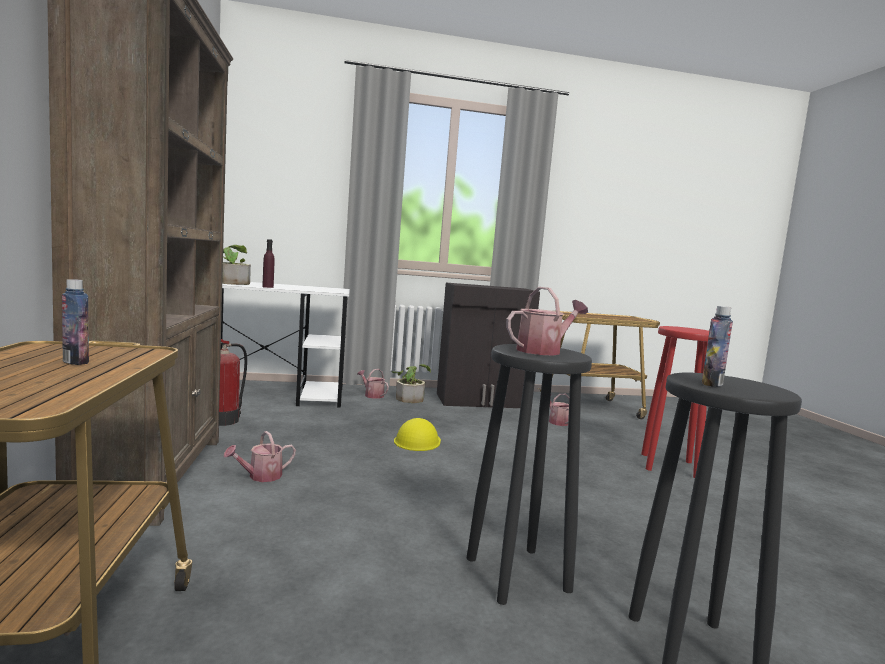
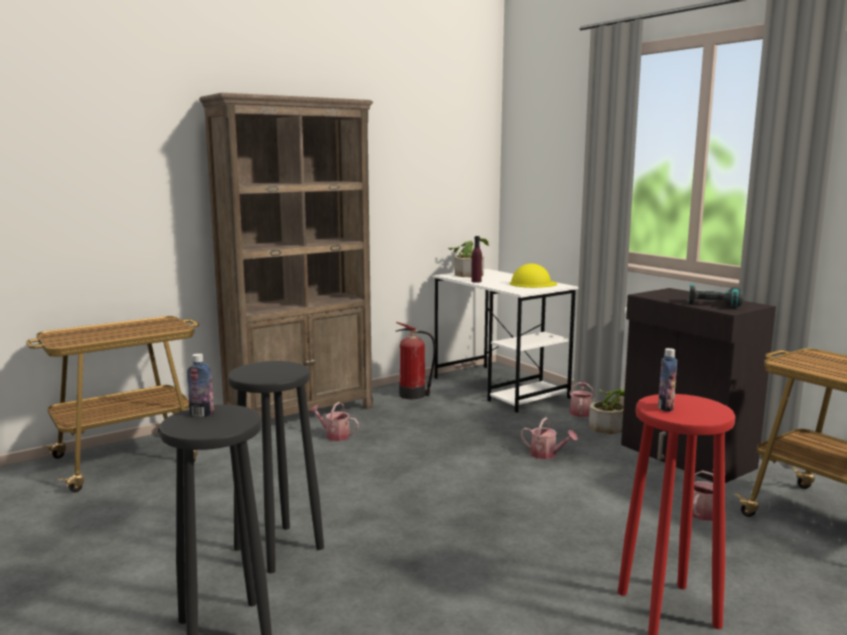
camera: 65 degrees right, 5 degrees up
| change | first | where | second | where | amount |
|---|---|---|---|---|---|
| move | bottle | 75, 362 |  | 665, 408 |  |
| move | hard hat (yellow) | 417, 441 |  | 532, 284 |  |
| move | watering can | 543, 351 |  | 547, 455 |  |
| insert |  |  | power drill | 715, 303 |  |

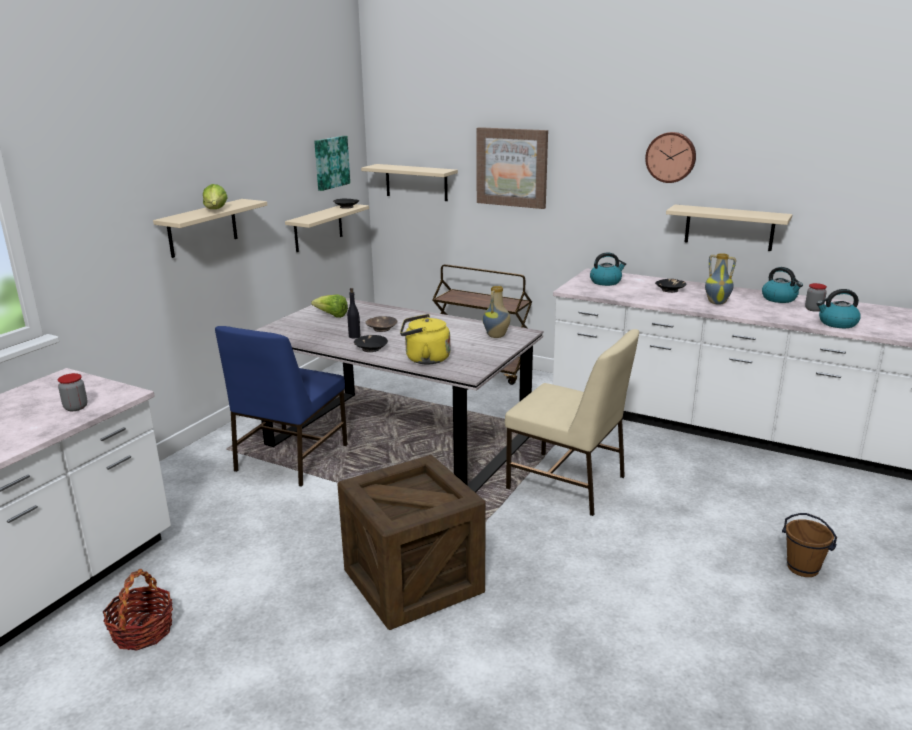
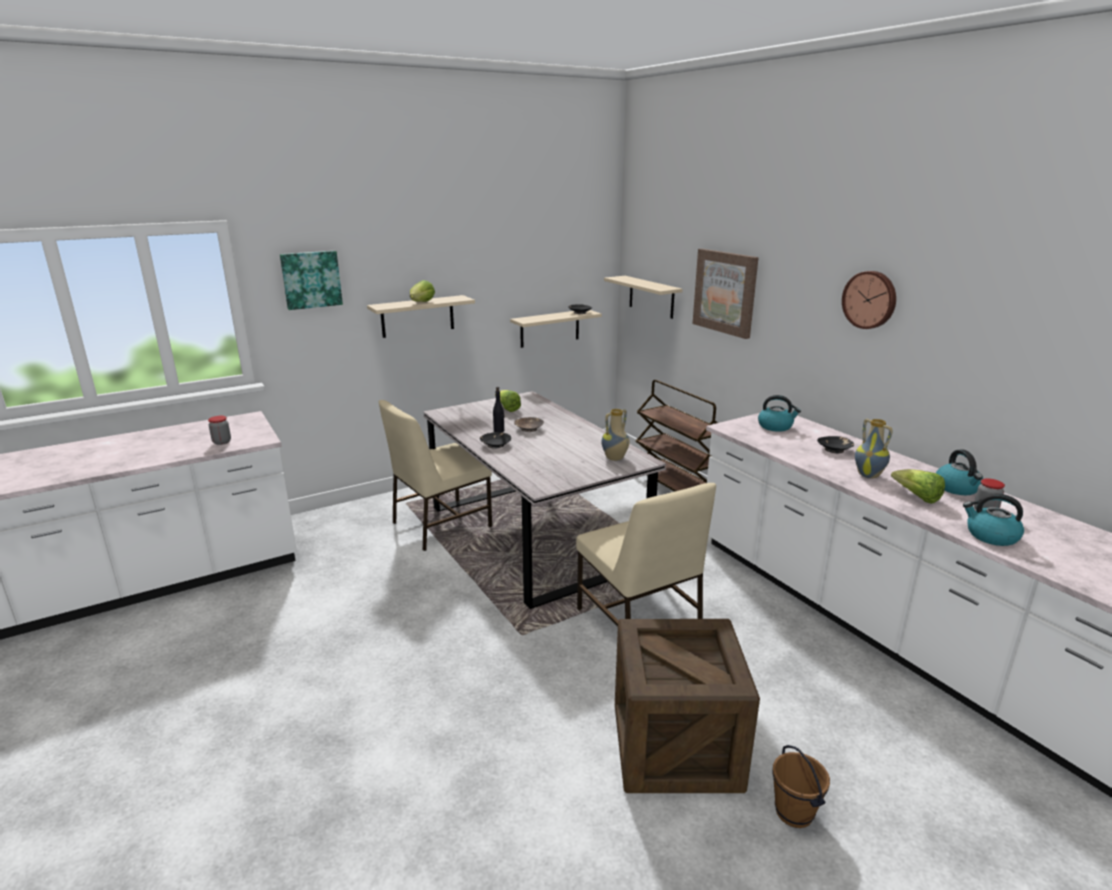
camera: 30 degrees right, 0 degrees up
| change | first | where | second | where | amount |
|---|---|---|---|---|---|
| delete | basket | 142, 631 |  |  |  |
| recolor | chair (blue) | 290, 459 | chair (beige) | 439, 525 |  |
| move | picture | 330, 162 |  | 311, 279 |  |
| move | crate | 413, 581 |  | 675, 746 |  |
| delete | kettle (yellow) | 424, 359 |  |  |  |
| delete | shelf (beige) | 729, 227 |  |  |  |
| insert |  |  | lettuce | 917, 497 |  |

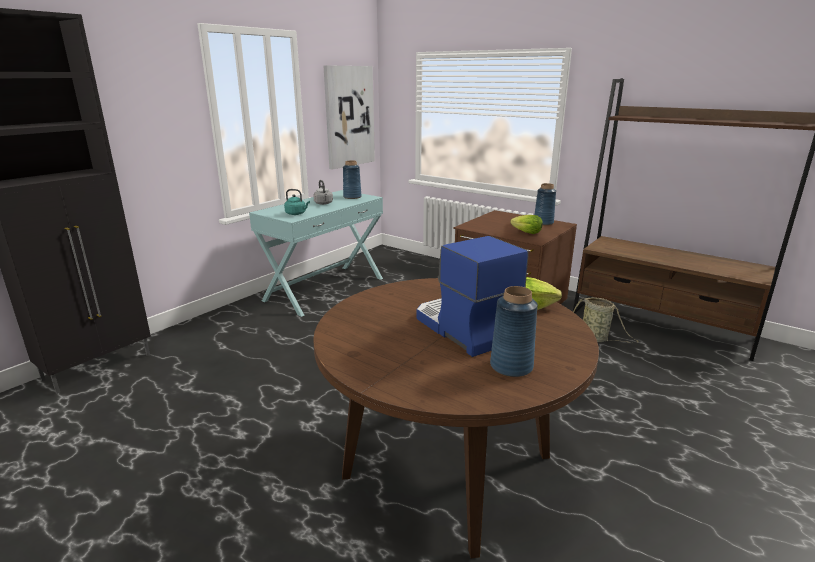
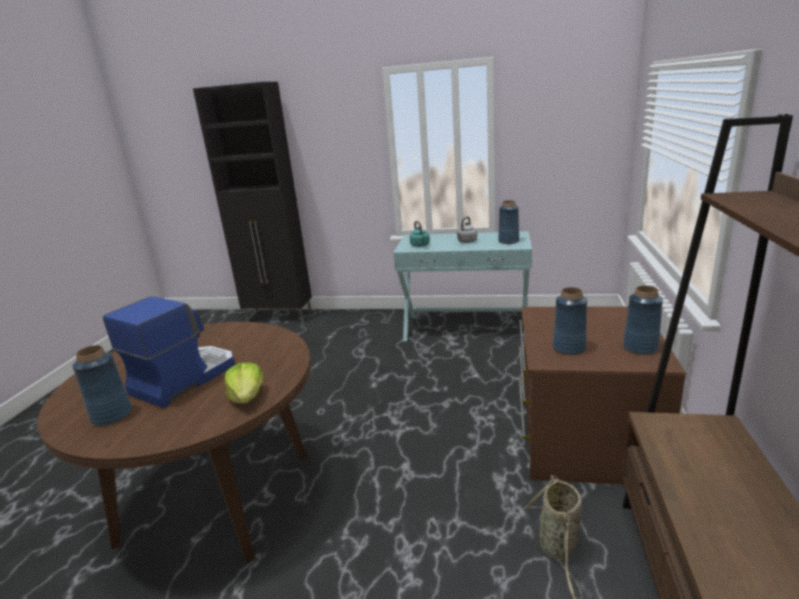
camera: 65 degrees right, 0 degrees up
| change | first | where | second | where | amount |
|---|---|---|---|---|---|
| delete | picture | 349, 117 |  |  |  |
| replace | lettuce | 527, 232 | vase (blue) | 568, 348 |  |

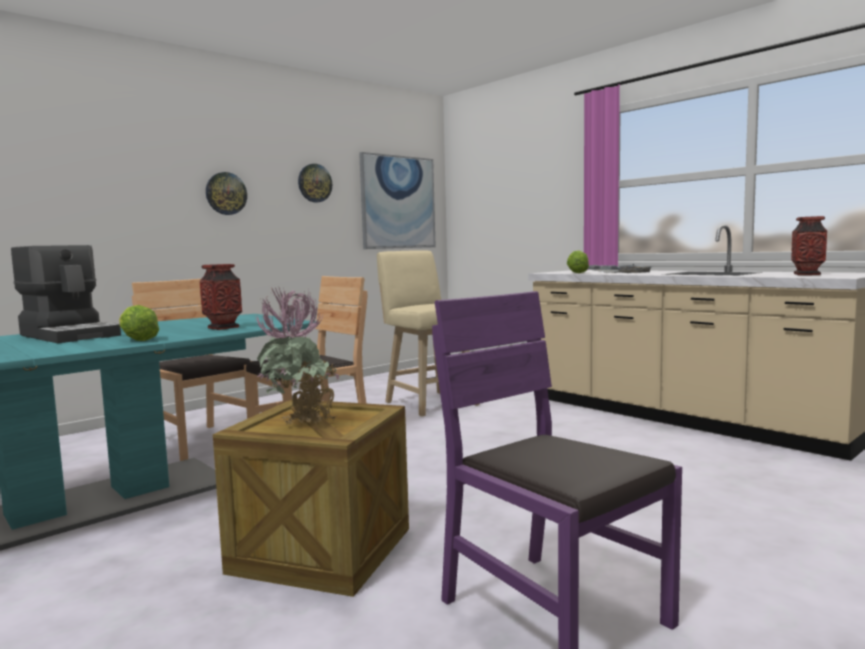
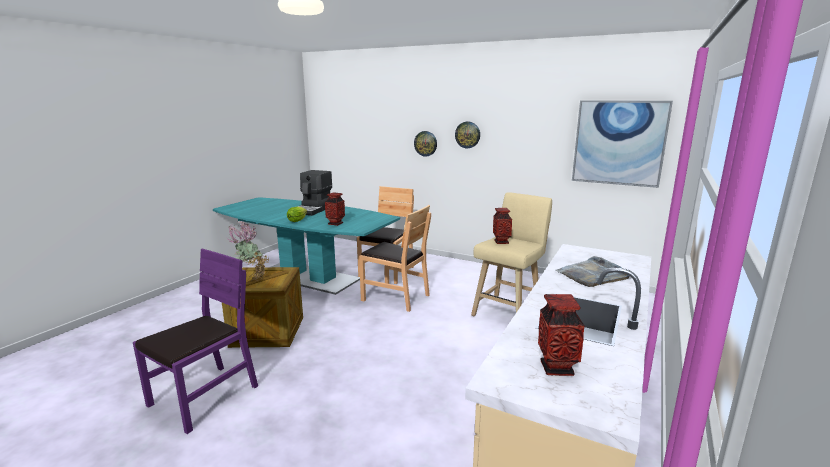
camera: 70 degrees right, 10 degrees up
| change | first | where | second | where | amount |
|---|---|---|---|---|---|
| move | wall clock | 314, 183 |  | 425, 143 |  |
| delete | lettuce | 577, 273 |  |  |  |
| insert |  |  | vase | 501, 242 |  |

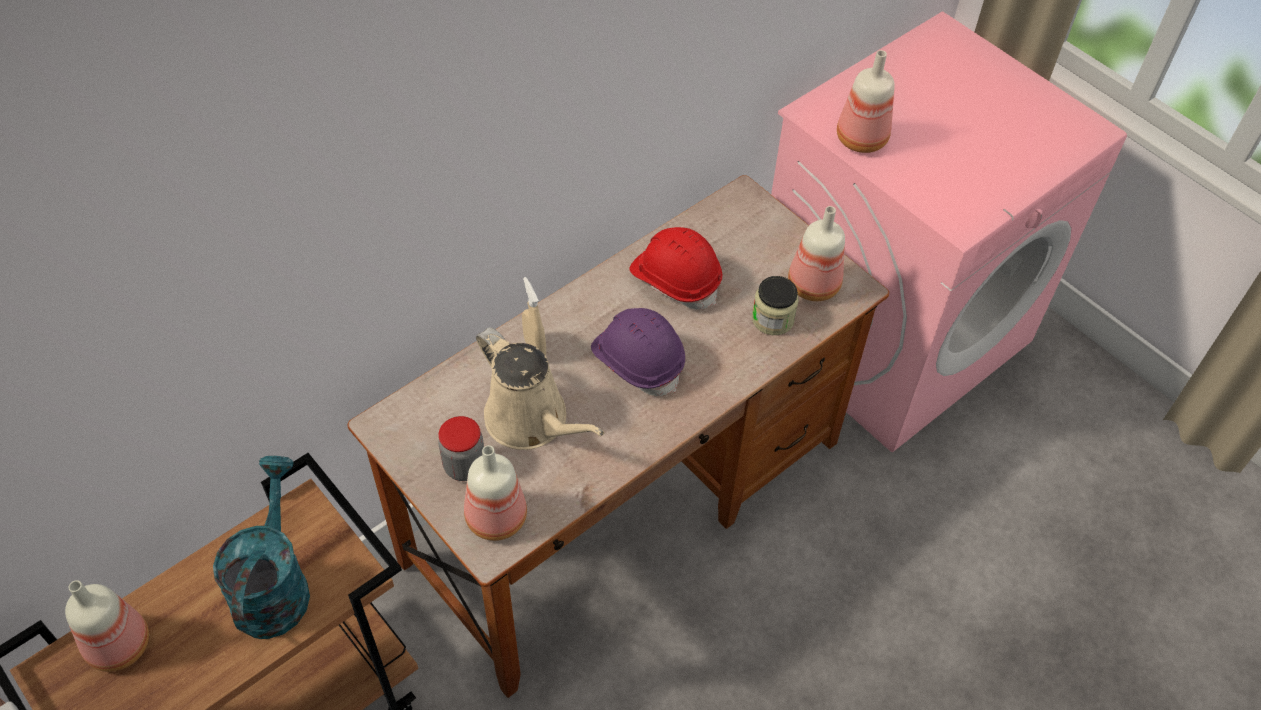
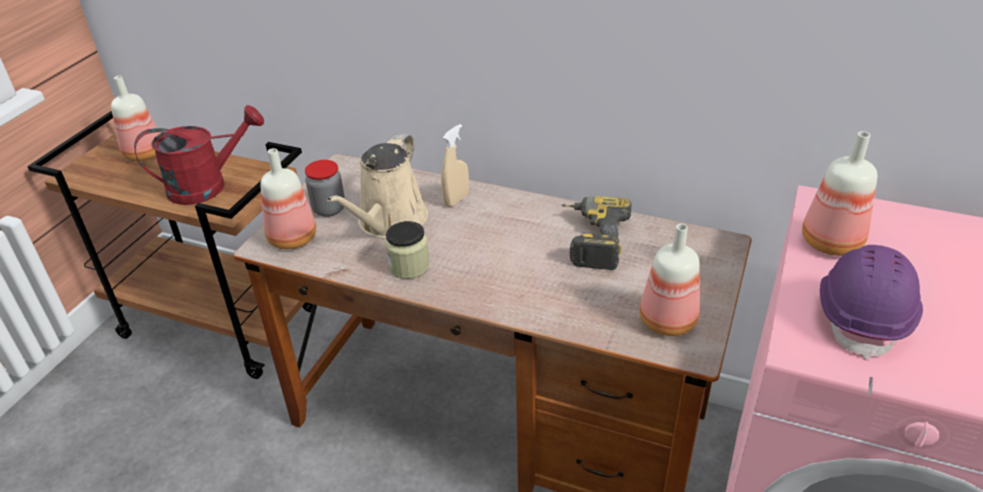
camera: 65 degrees right, 15 degrees down
| change | first | where | second | where | amount |
|---|---|---|---|---|---|
| recolor | watering can (turquoise) | 274, 584 | watering can (red) | 208, 185 |  |
| move | hard hat (purple) | 638, 361 |  | 863, 316 |  |
| replace | hard hat (red) | 675, 279 | power drill | 589, 240 |  |
| move | jar | 772, 319 |  | 409, 266 |  |

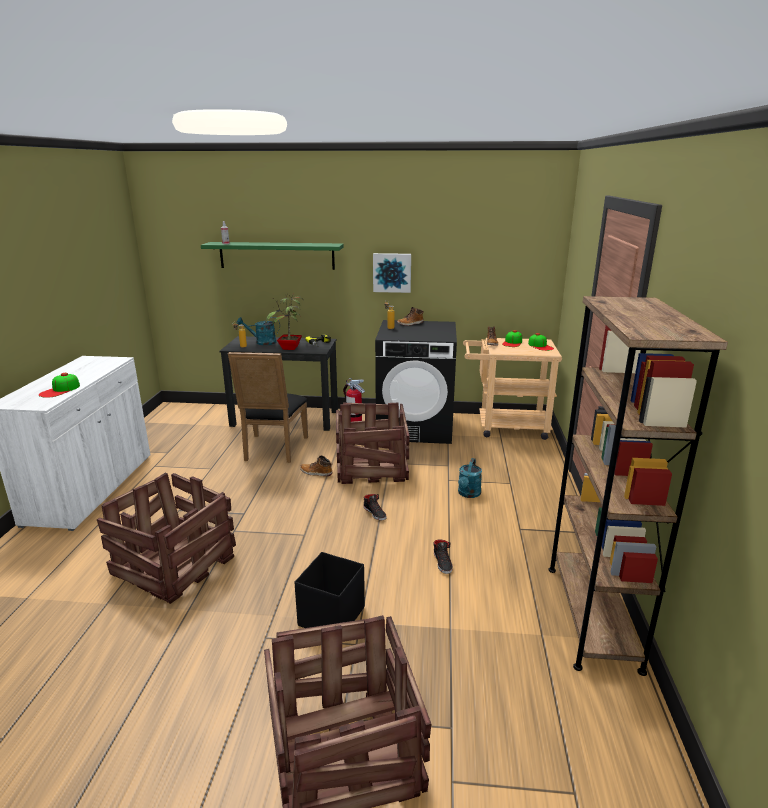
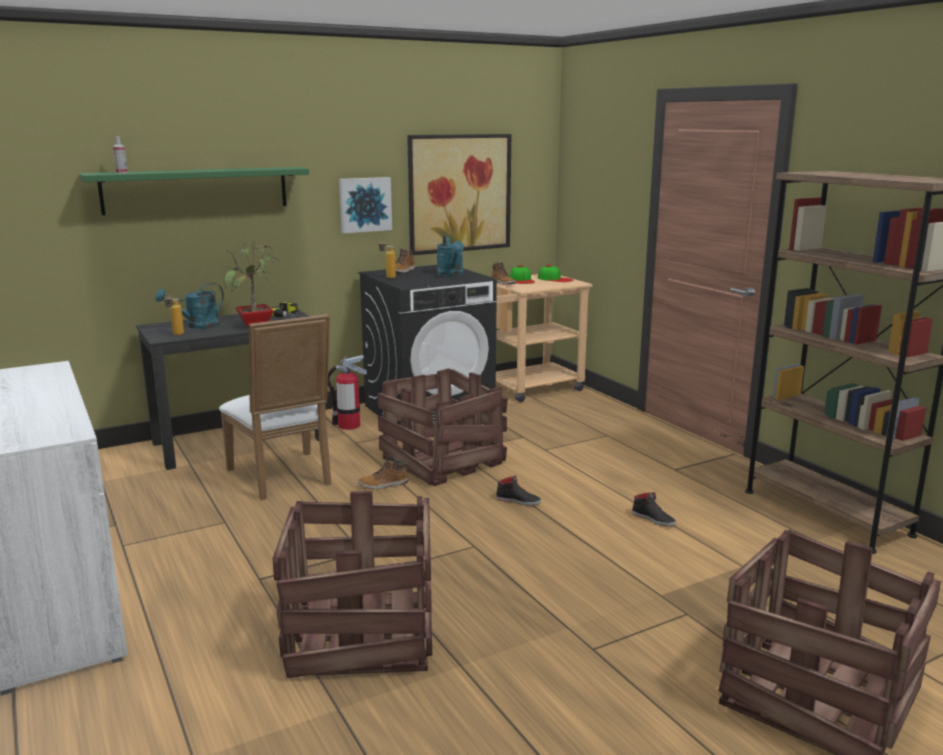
camera: 35 degrees left, 5 degrees down
| change | first | where | second | where | amount |
|---|---|---|---|---|---|
| delete | cap | 60, 390 |  |  |  |
| recolor | chair (black) | 273, 450 | chair (white) | 284, 478 |  |
| delete | storage box (black) | 331, 617 |  |  |  |
| move | watering can (turquoise) | 468, 494 |  | 451, 274 |  |
| insert |  |  | picture | 459, 193 |  |

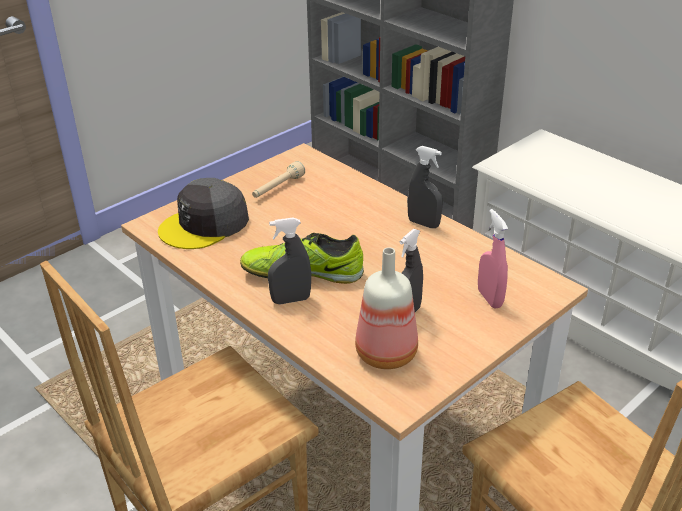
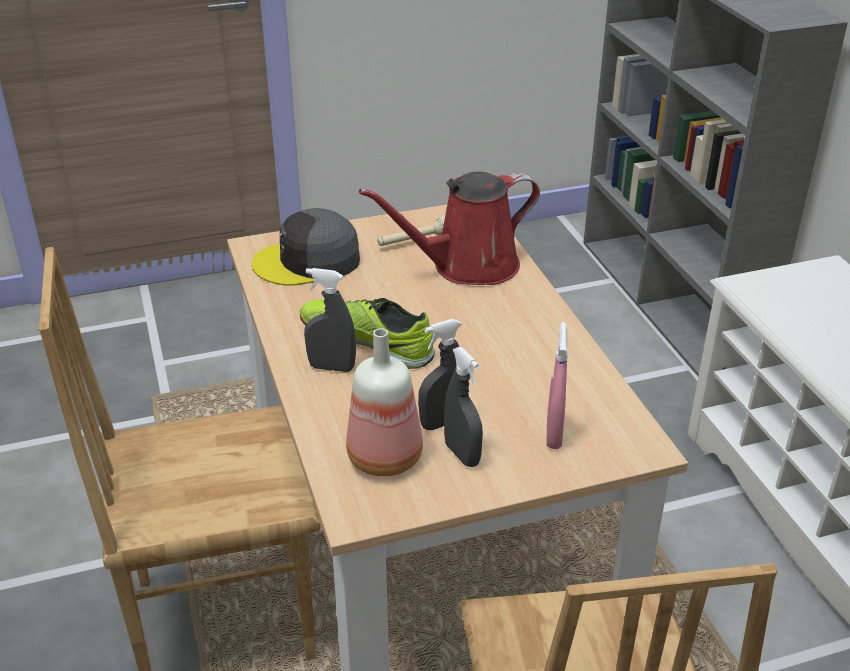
camera: 25 degrees right, 0 degrees up
| change | first | where | second | where | amount |
|---|---|---|---|---|---|
| move | spray bottle (grey) | 423, 223 |  | 462, 454 |  |
| insert |  |  | watering can (red) | 467, 266 |  |

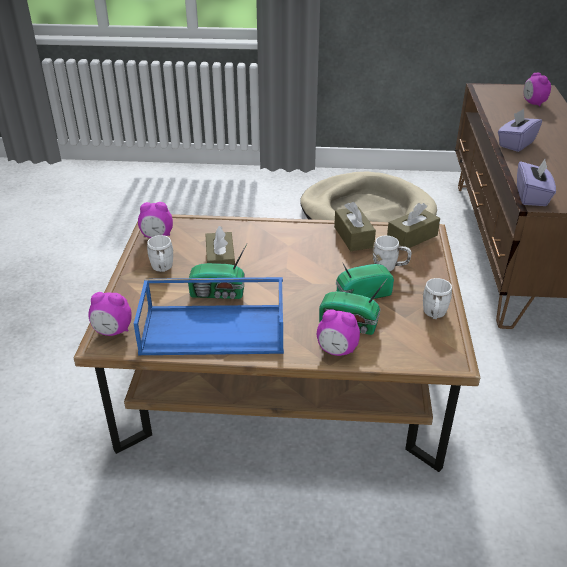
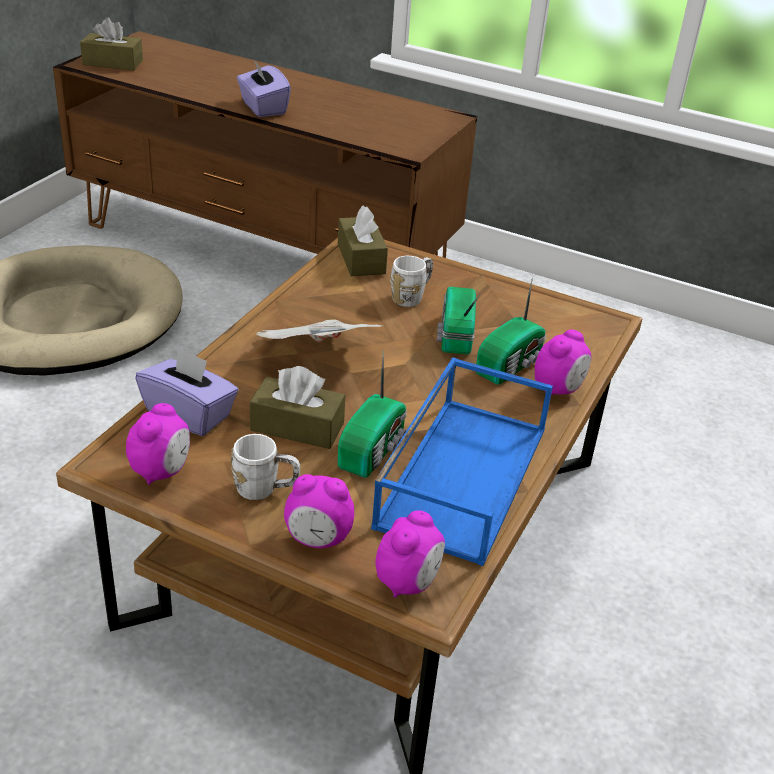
camera: 70 degrees left, 0 degrees up
| change | first | where | second | where | amount |
|---|---|---|---|---|---|
| move | tissue box (brown) | 353, 237 |  | 113, 63 |  |
| delete | mug (white) | 434, 315 |  |  |  |
| move | tissue box (purple) | 532, 196 |  | 189, 414 |  |
| move | alarm clock | 533, 103 |  | 318, 539 |  |
| insert |  |  | newspaper | 318, 358 |  |

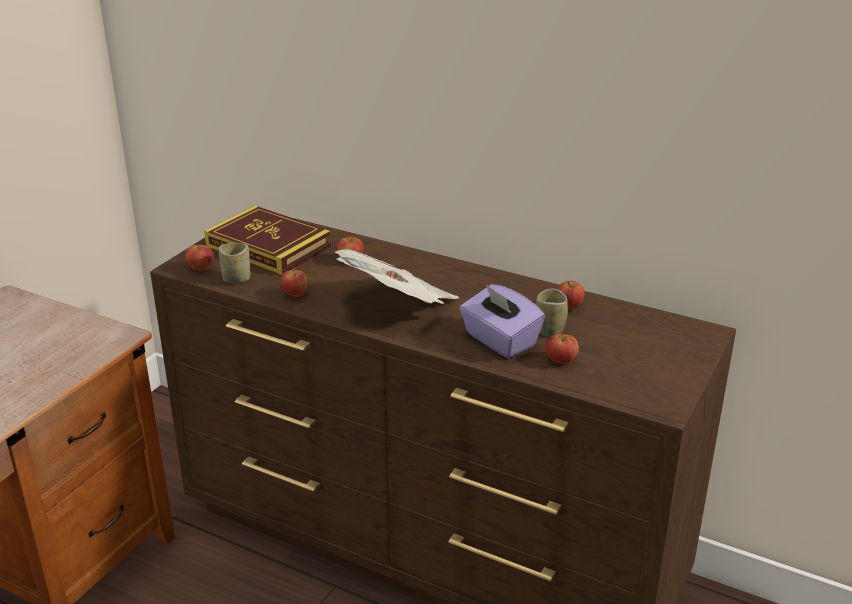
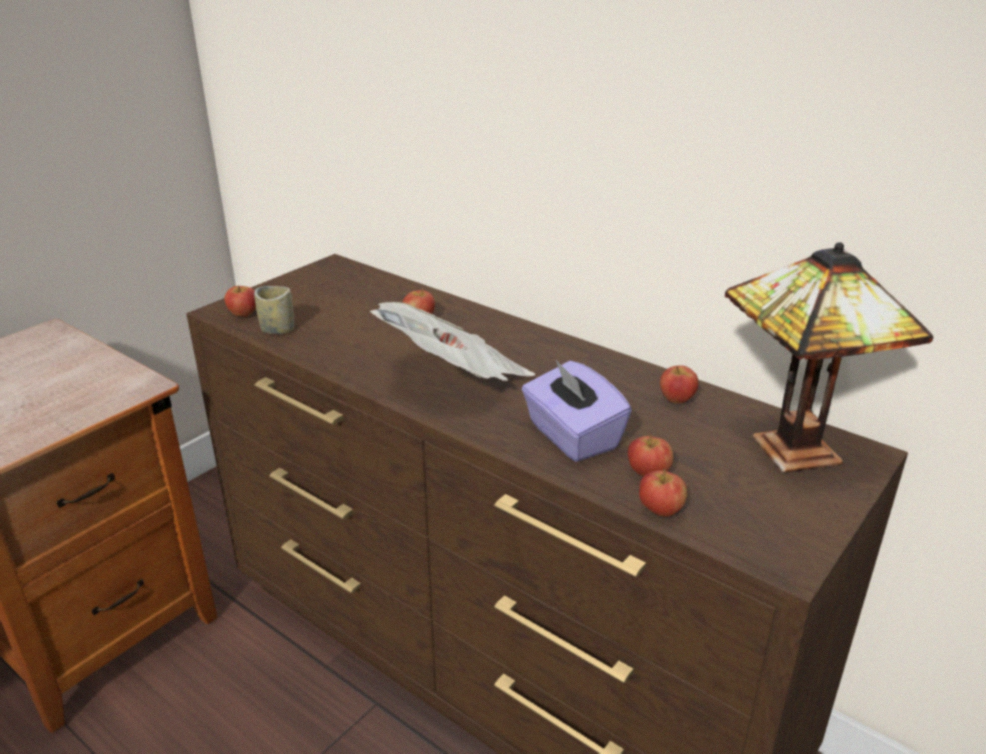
camera: 10 degrees right, 0 degrees up
| change | first | where | second | where | amount |
|---|---|---|---|---|---|
| delete | book | 268, 246 |  |  |  |
| move | apple | 295, 294 |  | 660, 510 |  |
| delete | cup | 549, 329 |  |  |  |
| insert |  |  | table lamp | 789, 447 |  |

